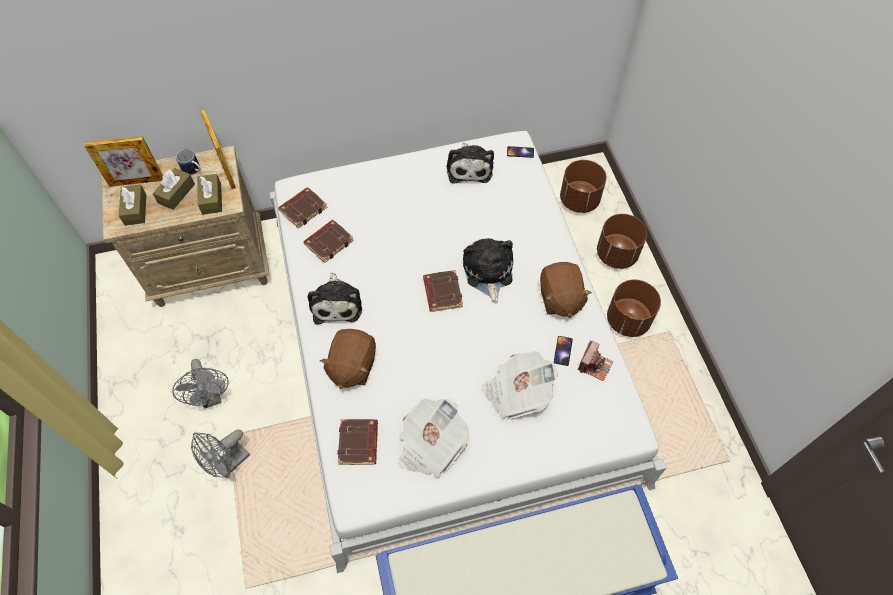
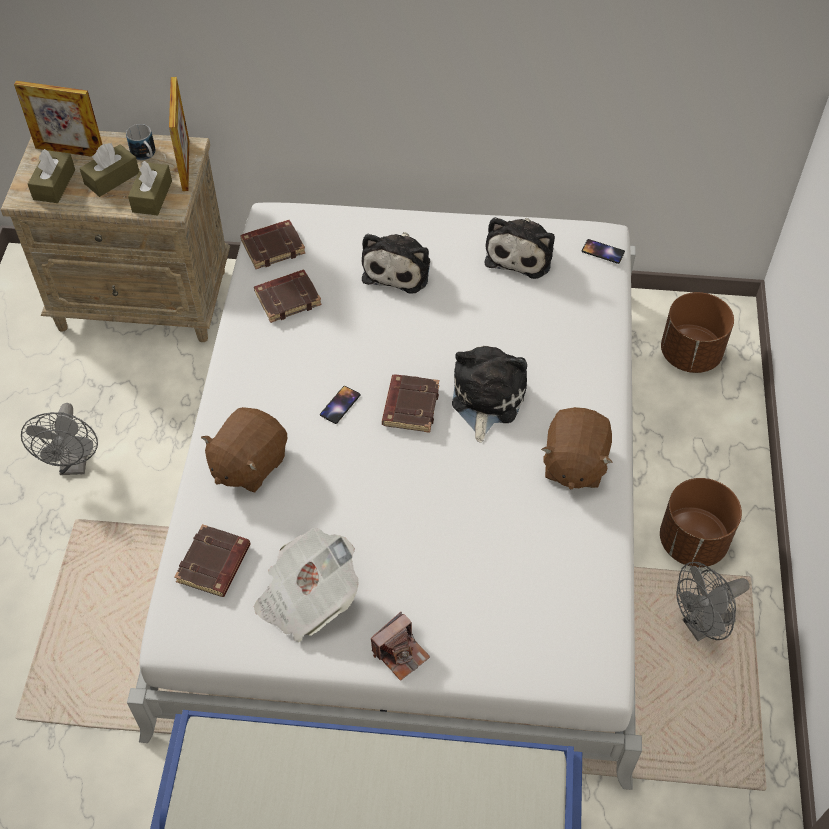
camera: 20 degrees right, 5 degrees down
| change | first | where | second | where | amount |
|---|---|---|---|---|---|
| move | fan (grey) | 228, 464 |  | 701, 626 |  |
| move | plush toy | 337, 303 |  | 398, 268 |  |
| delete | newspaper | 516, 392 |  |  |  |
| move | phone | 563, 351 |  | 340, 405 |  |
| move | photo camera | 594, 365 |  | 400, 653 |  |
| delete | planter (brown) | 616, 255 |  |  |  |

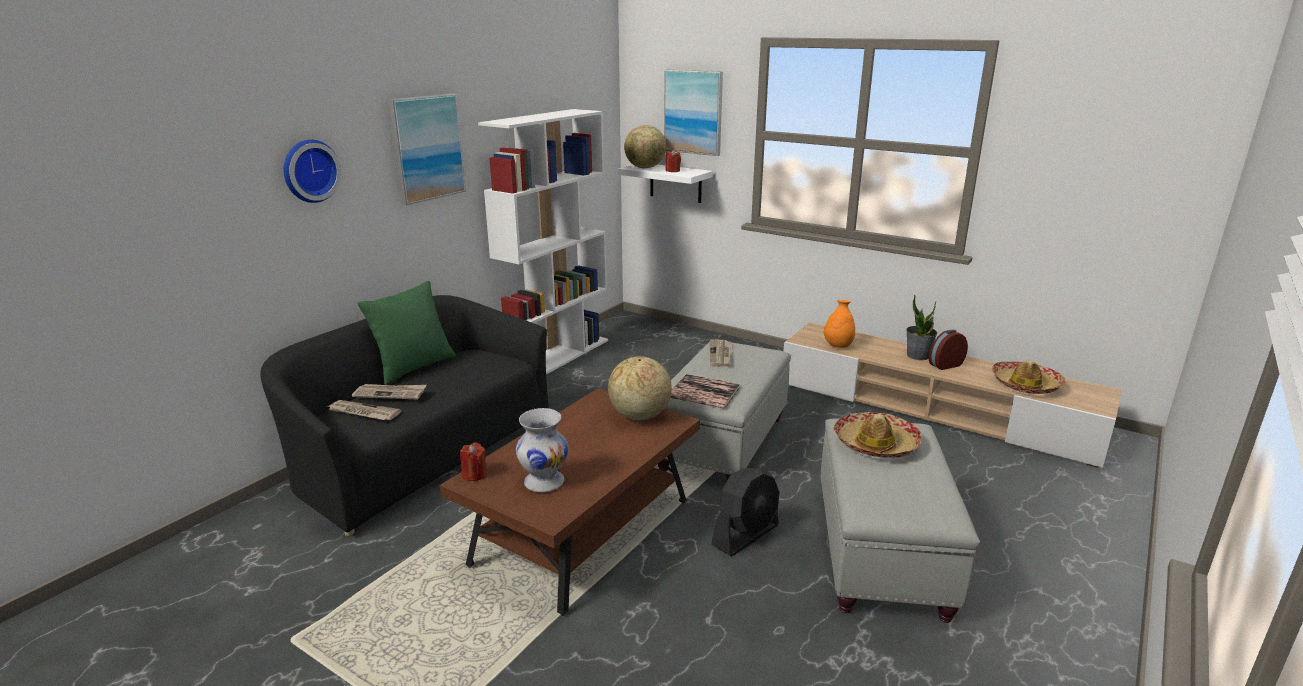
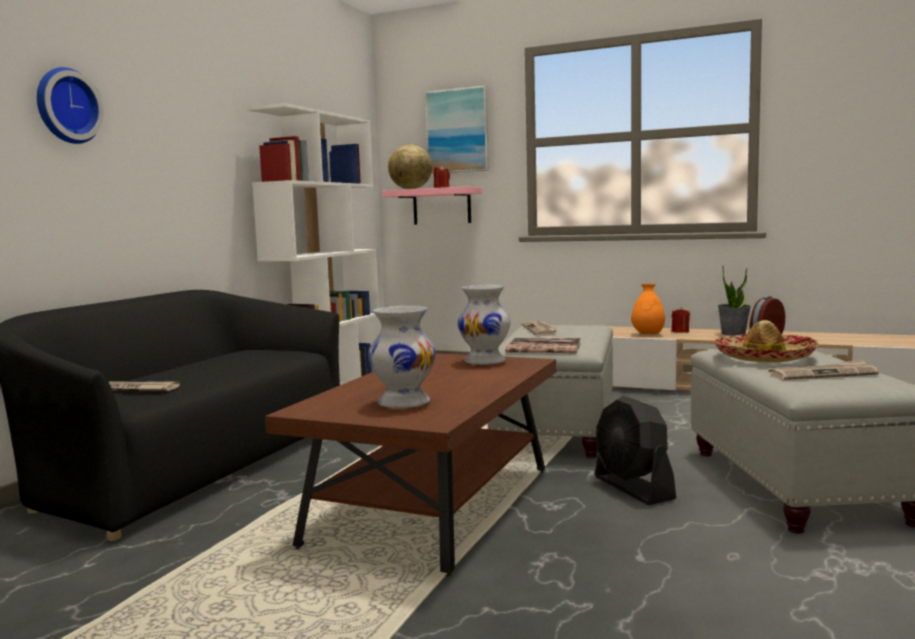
camera: 10 degrees left, 15 degrees down
| change | first | where | second | where | amount |
|---|---|---|---|---|---|
| move | newspaper | 390, 393 |  | 822, 374 |  |
| delete | pillow (green) | 414, 368 |  |  |  |
| delete | picture | 427, 148 |  |  |  |
| move | candle (red) | 474, 474 |  | 680, 331 |  |
| replace | globe | 639, 416 | vase (white) | 484, 362 |  |
| recolor | shelf (white) | 675, 183 | shelf (pink) | 442, 206 |  |
| rotate | fan (black) | 746, 535 |  | 633, 488 | 120 degrees clockwise |
| delete | hat | 1025, 385 |  |  |  |

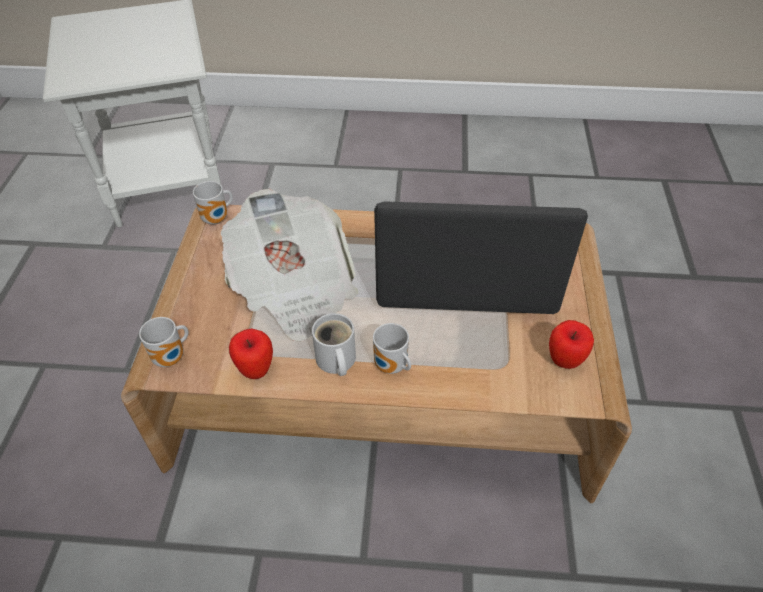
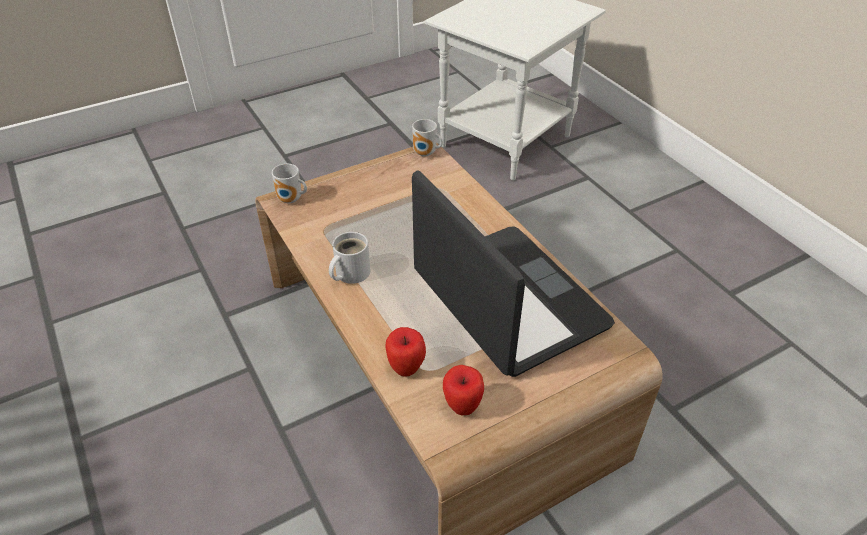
camera: 55 degrees right, 5 degrees down
| change | first | where | second | where | amount |
|---|---|---|---|---|---|
| delete | newspaper | 294, 288 |  |  |  |
| move | apple | 256, 370 |  | 406, 368 |  |
| delete | mug | 391, 367 |  |  |  |

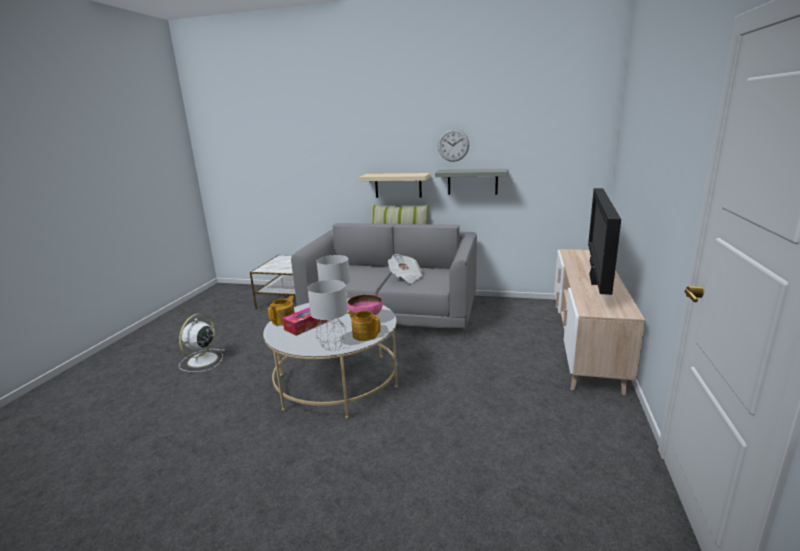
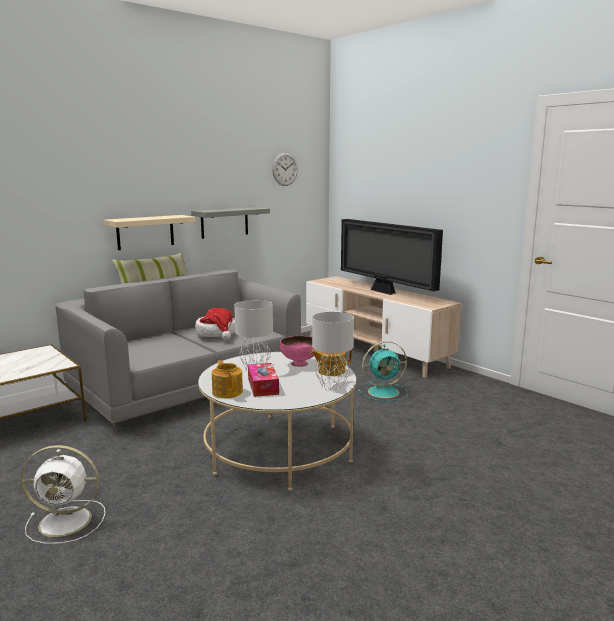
camera: 55 degrees left, 5 degrees down
| change | first | where | second | where | amount |
|---|---|---|---|---|---|
| rotate | fan (white) | 201, 361 |  | 67, 521 | 60 degrees counterclockwise |
| replace | newspaper | 405, 277 | hat | 217, 333 |  |
| move | wall clock | 453, 145 |  | 285, 169 |  |
| insert |  |  | fan (turquoise) | 385, 392 |  |

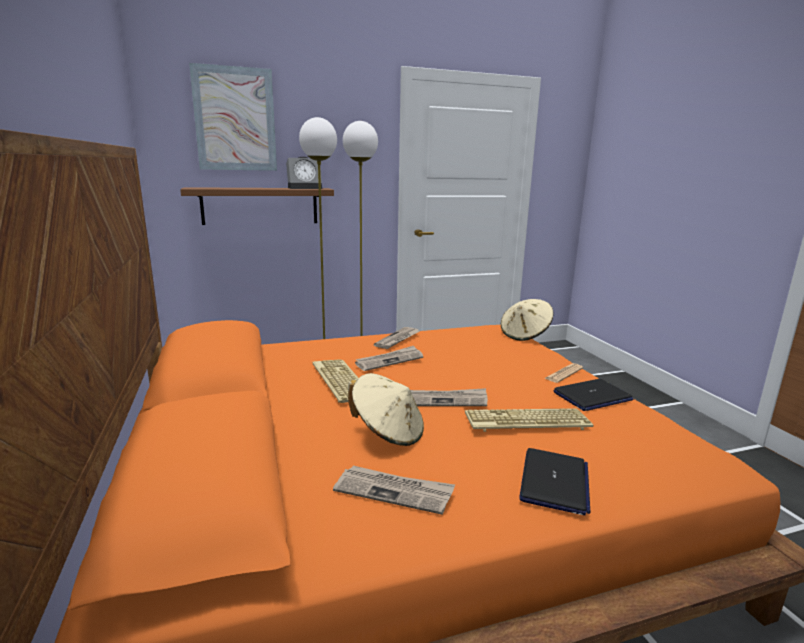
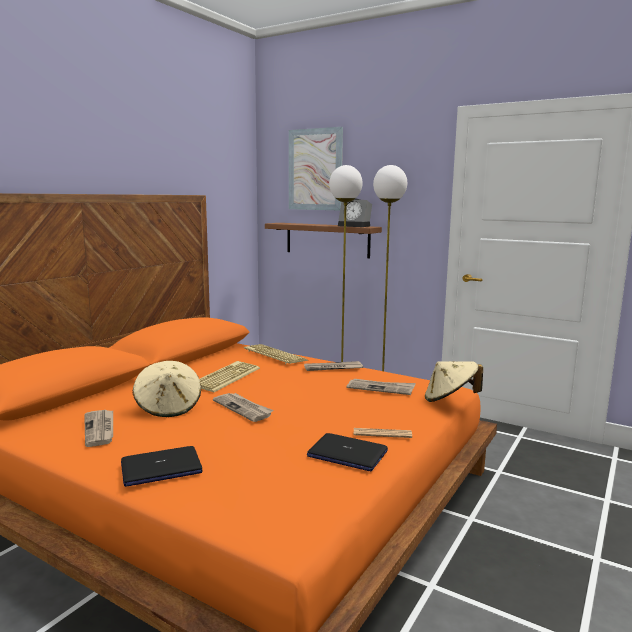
camera: 50 degrees right, 5 degrees down
| change | first | where | second | where | amount |
|---|---|---|---|---|---|
| move | newspaper | 389, 360 |  | 381, 388 |  |
| move | keyboard | 526, 422 |  | 273, 355 |  |

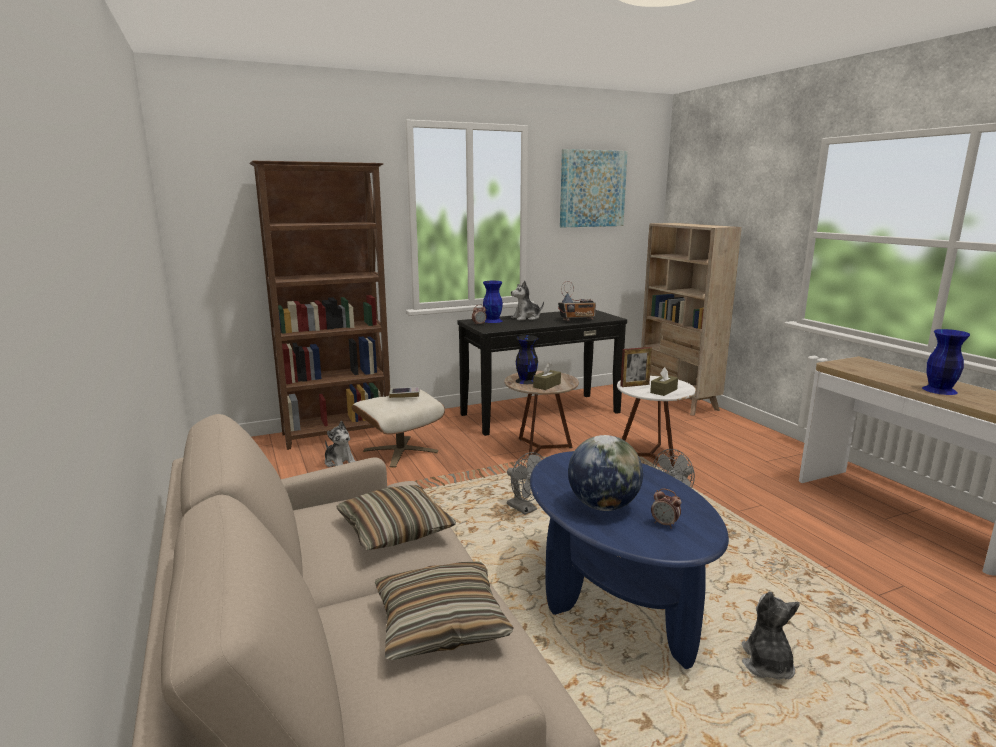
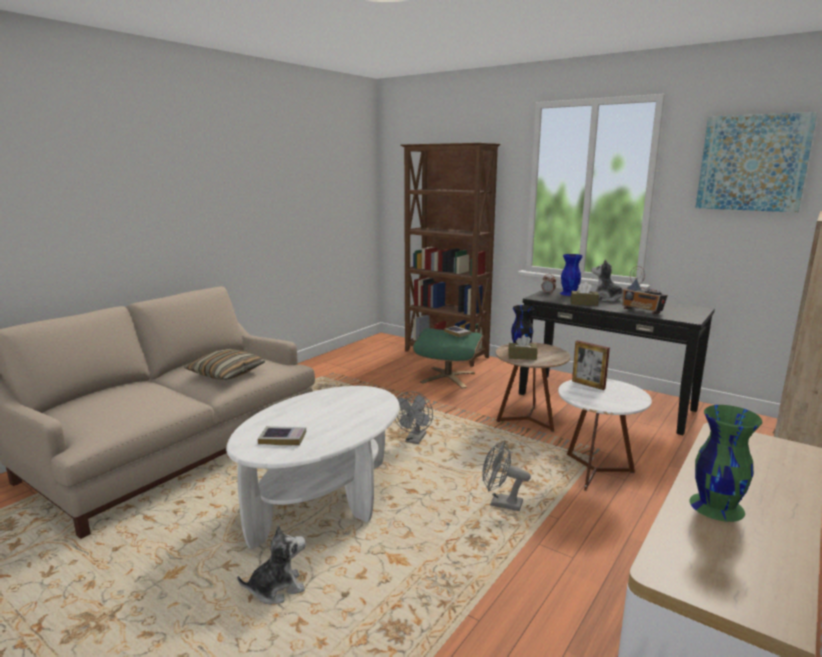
camera: 60 degrees right, 0 degrees up
| change | first | where | second | where | amount |
|---|---|---|---|---|---|
| delete | plush toy | 340, 462 |  |  |  |
| recolor | ottoman (beige) | 400, 451 | ottoman (green) | 448, 377 |  |
| delete | pillow | 440, 623 |  |  |  |
| recolor | coffee table (blue) | 614, 595 | coffee table (white) | 323, 501 |  |
| delete | globe | 603, 506 |  |  |  |
| move | tissue box (brown) | 663, 391 |  | 584, 303 |  |
| replace | alarm clock | 664, 524 | book | 282, 439 |  |
| recolor | vase (blue) | 938, 390 | vase (green) | 716, 506 |  |

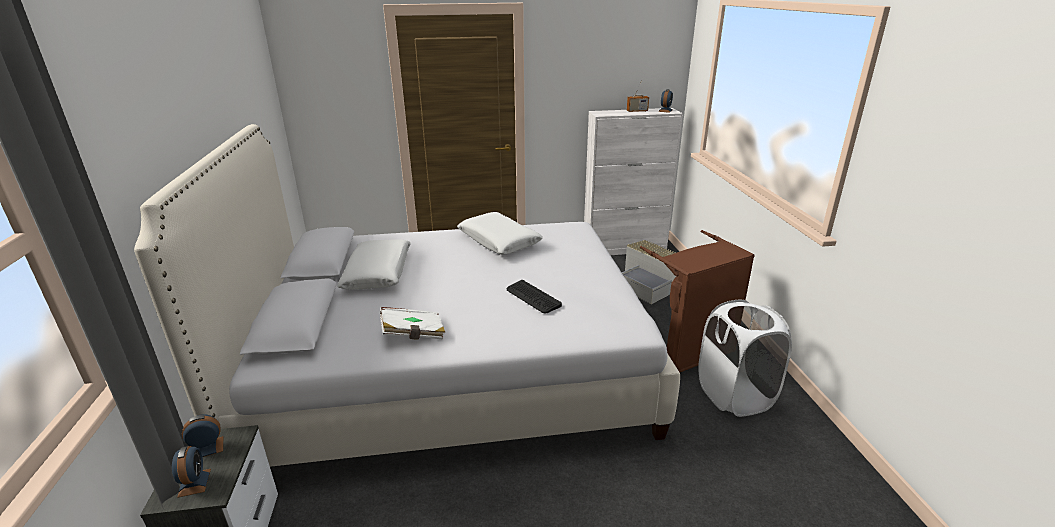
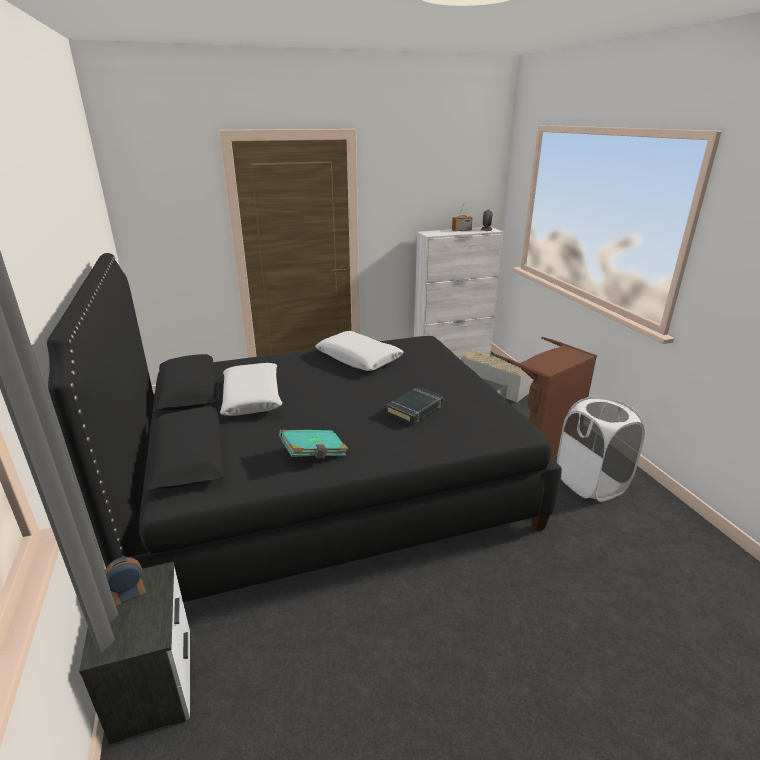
camera: 10 degrees left, 0 degrees up
| change | first | where | second | where | amount |
|---|---|---|---|---|---|
| recolor | bed (white) | 452, 369 | bed (black) | 327, 486 |  |
| delete | alarm clock | 194, 482 |  |  |  |
| recolor | book (white) | 413, 334 | book (turquoise) | 314, 454 |  |
| replace | keyboard | 532, 297 | book (black) | 415, 409 |  |

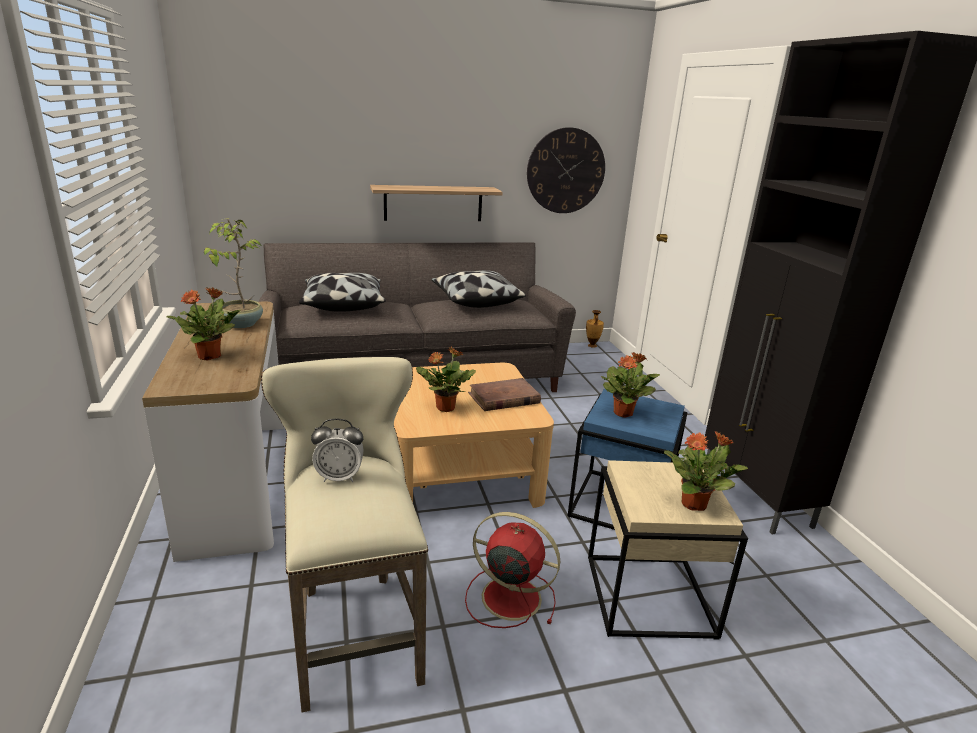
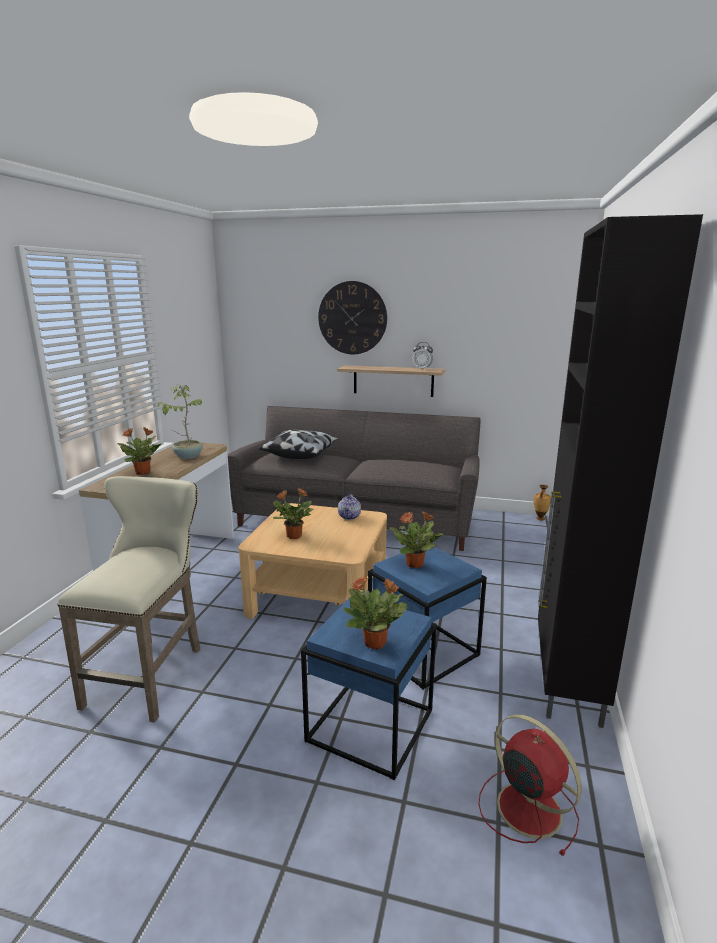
camera: 30 degrees right, 5 degrees down
| change | first | where | second | where | amount |
|---|---|---|---|---|---|
| move | alarm clock | 339, 477 |  | 422, 369 |  |
| delete | pillow | 475, 301 |  |  |  |
| move | fan (red) | 508, 597 |  | 526, 807 |  |
| delete | book (brown) | 503, 398 |  |  |  |
| move | wall clock | 566, 171 |  | 352, 318 |  |
| recolor | side table (beige) | 647, 595 | side table (blue) | 370, 725 |  |
| insert |  |  | teapot | 349, 516 |  |

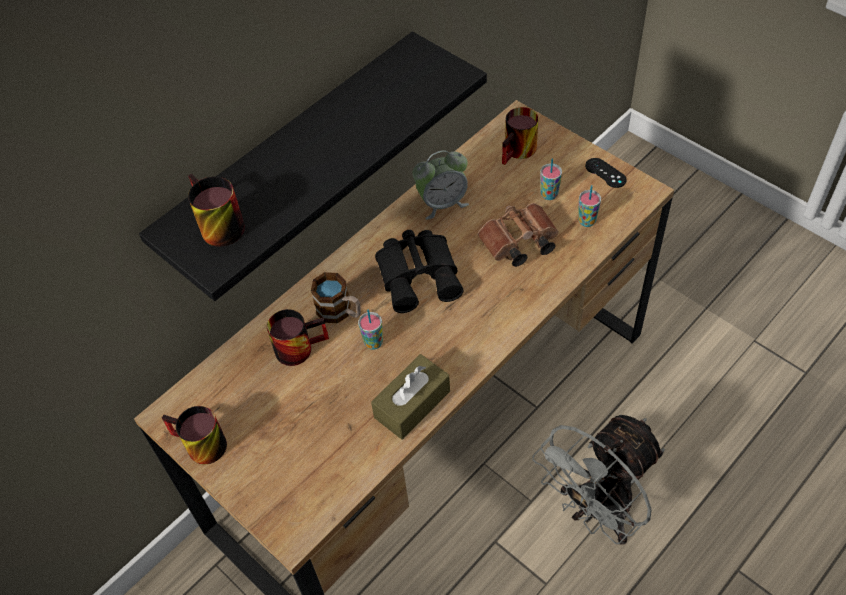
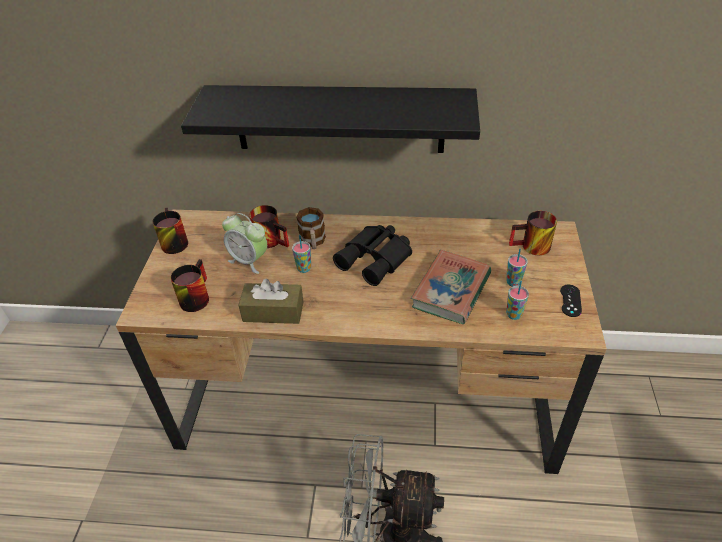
camera: 50 degrees right, 10 degrees down
| change | first | where | second | where | amount |
|---|---|---|---|---|---|
| move | mug | 215, 226 |  | 194, 296 |  |
| move | alarm clock | 442, 203 |  | 249, 261 |  |
| replace | binoculars (brown) | 517, 245 | book | 451, 290 |  |

